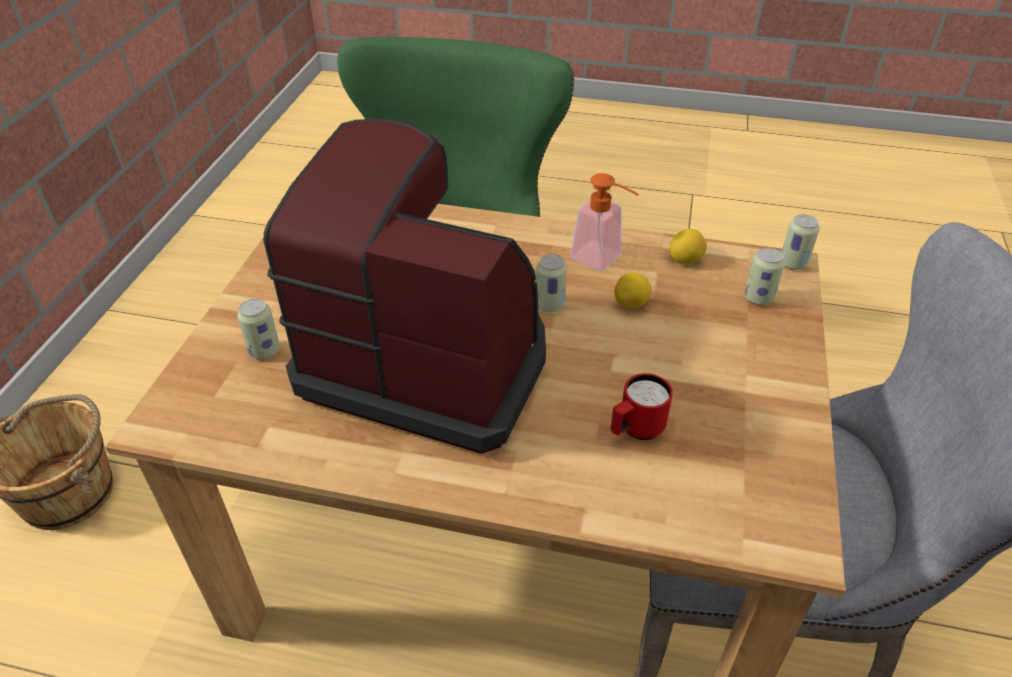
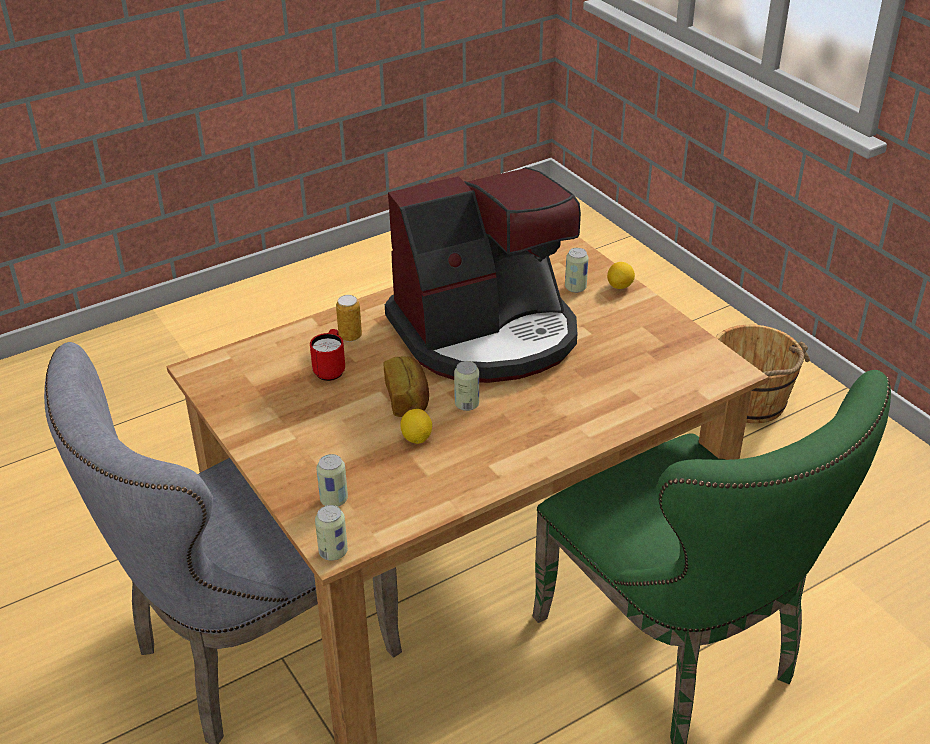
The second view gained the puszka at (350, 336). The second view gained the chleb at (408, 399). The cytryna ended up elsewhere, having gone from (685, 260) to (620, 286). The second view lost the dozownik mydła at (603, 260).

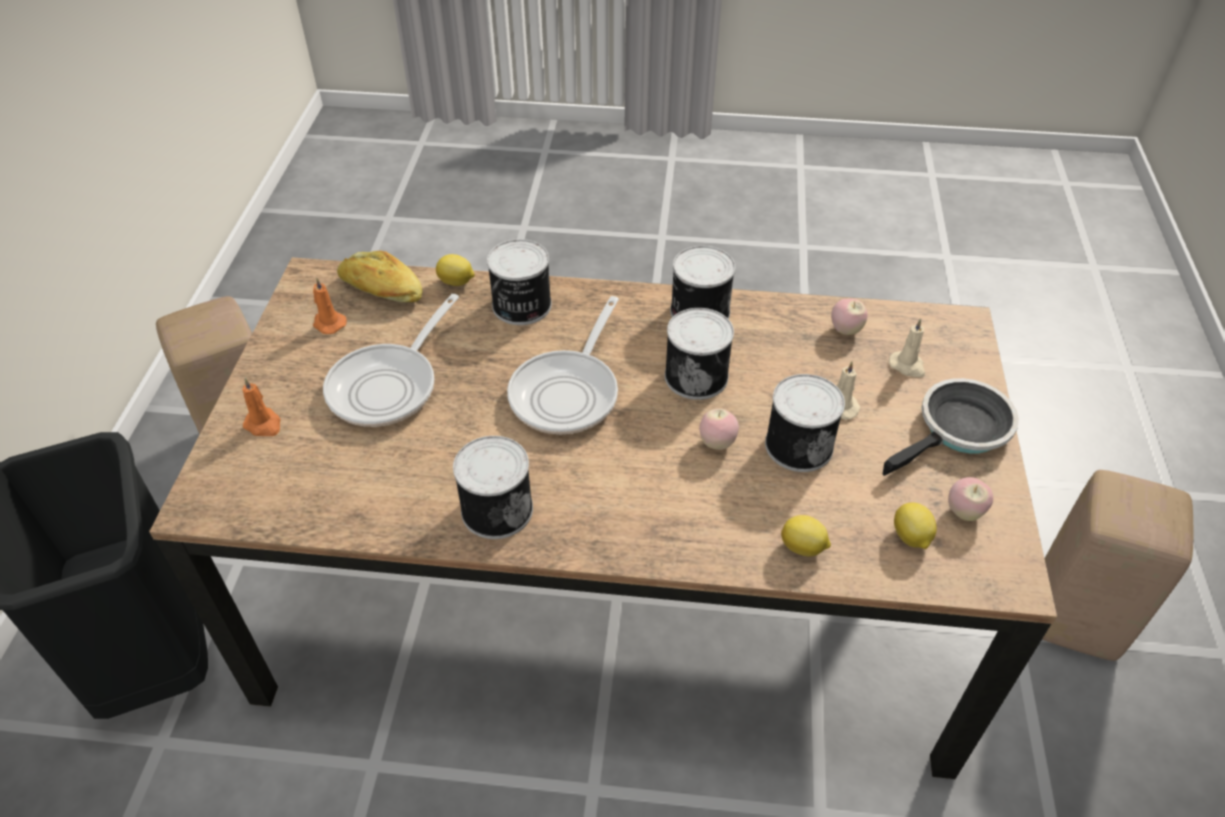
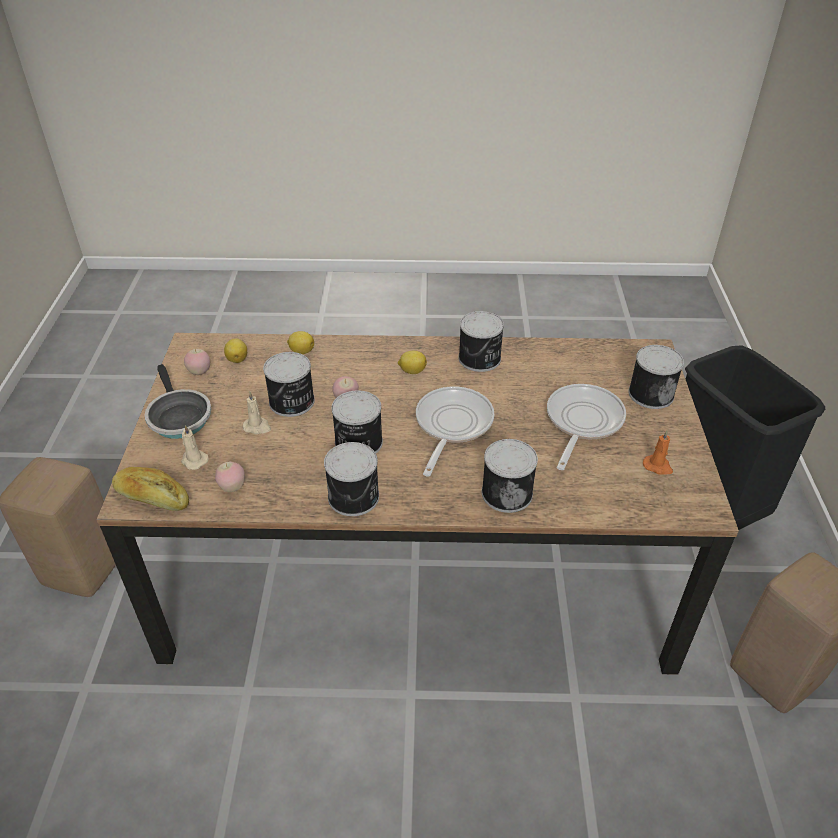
The chleb ended up elsewhere, having gone from (381, 290) to (152, 497). The patelnia at (959, 430) ended up facing another way, 75 degrees counterclockwise from before. The cytryna ended up elsewhere, having gone from (457, 282) to (412, 371). Where the świeca/pomarańczowy stood at (264, 425), the puszka came to stand at (650, 393).

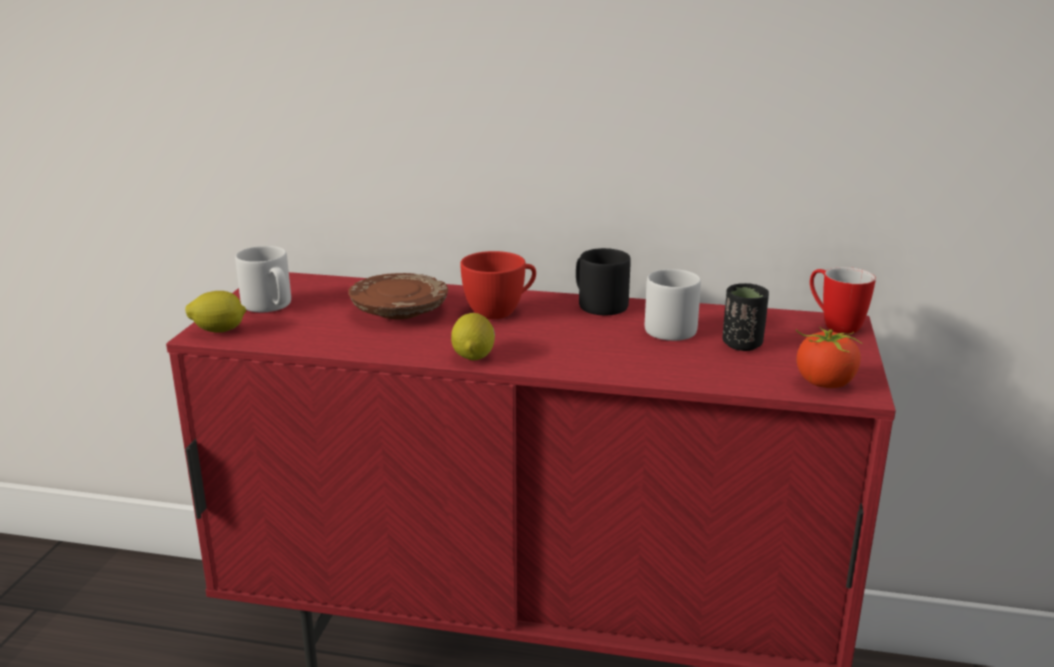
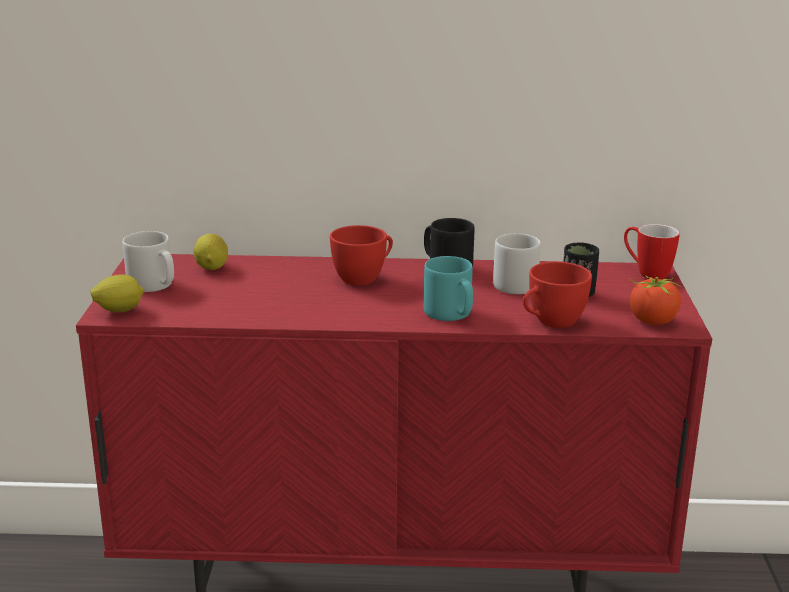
The cytryna ended up elsewhere, having gone from (473, 356) to (212, 267). The second view gained the kubek/turkusowy at (451, 314). The second view gained the filiżanka/czerwony at (551, 322). The second view lost the talerz/brązowy at (399, 311).

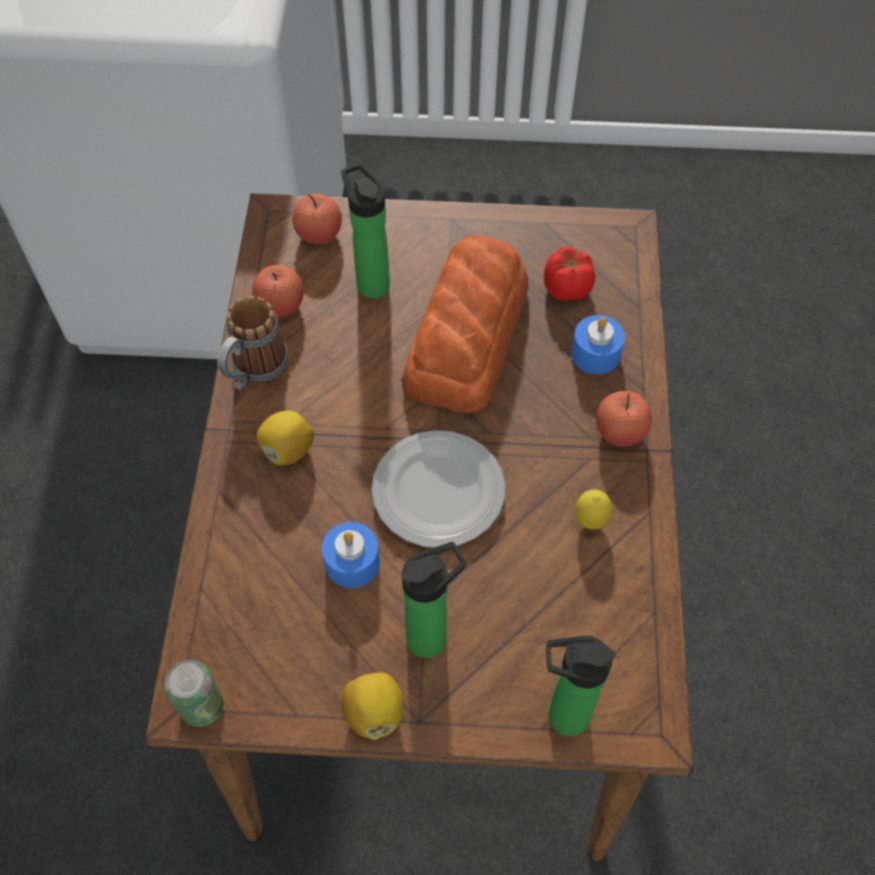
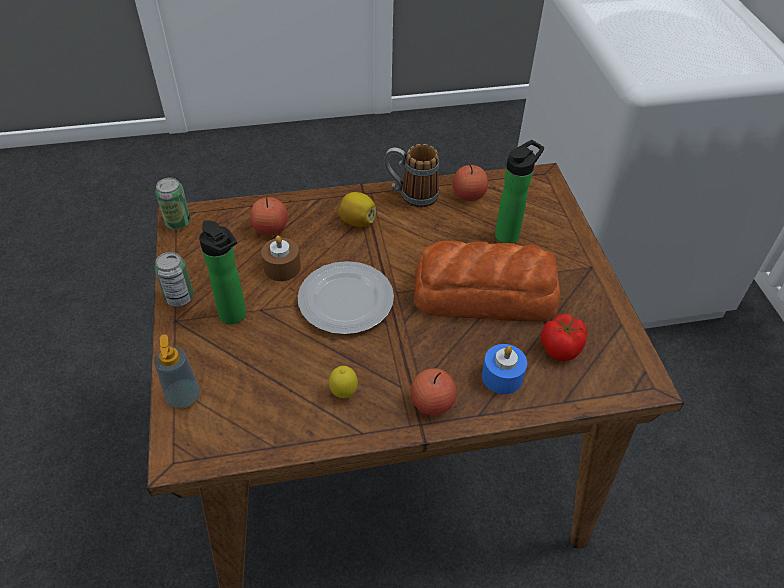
Where the butelka stood at (561, 716), the dozownik mydła came to stand at (184, 397). Where the cytryna stood at (374, 712), the puszka came to stand at (179, 297). The jabłko ended up elsewhere, having gone from (319, 234) to (270, 228). What was the świeca/niebieski at (352, 562) turned into the świeca/brązowy at (282, 267).

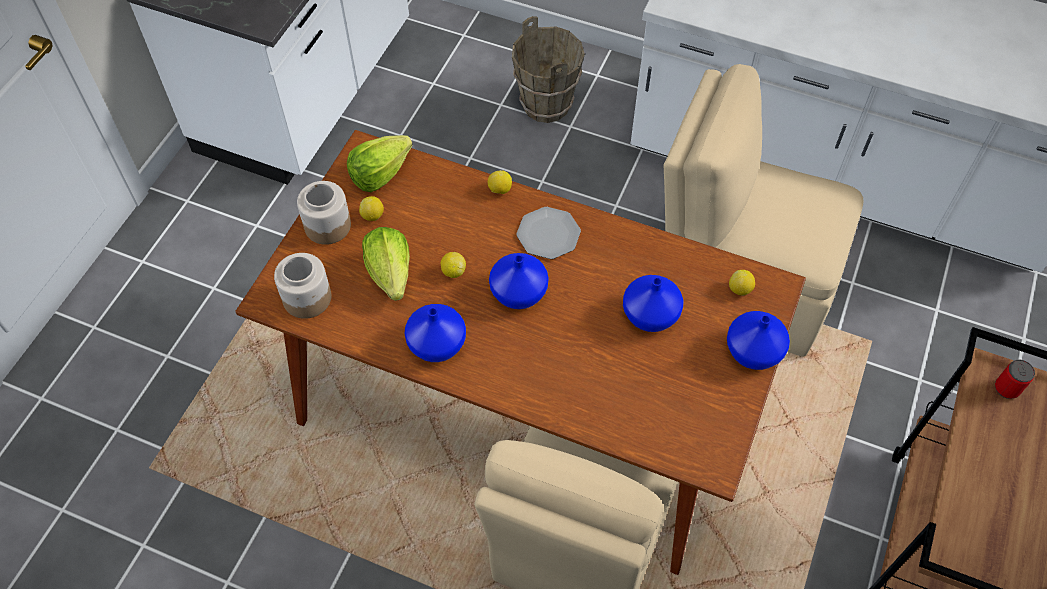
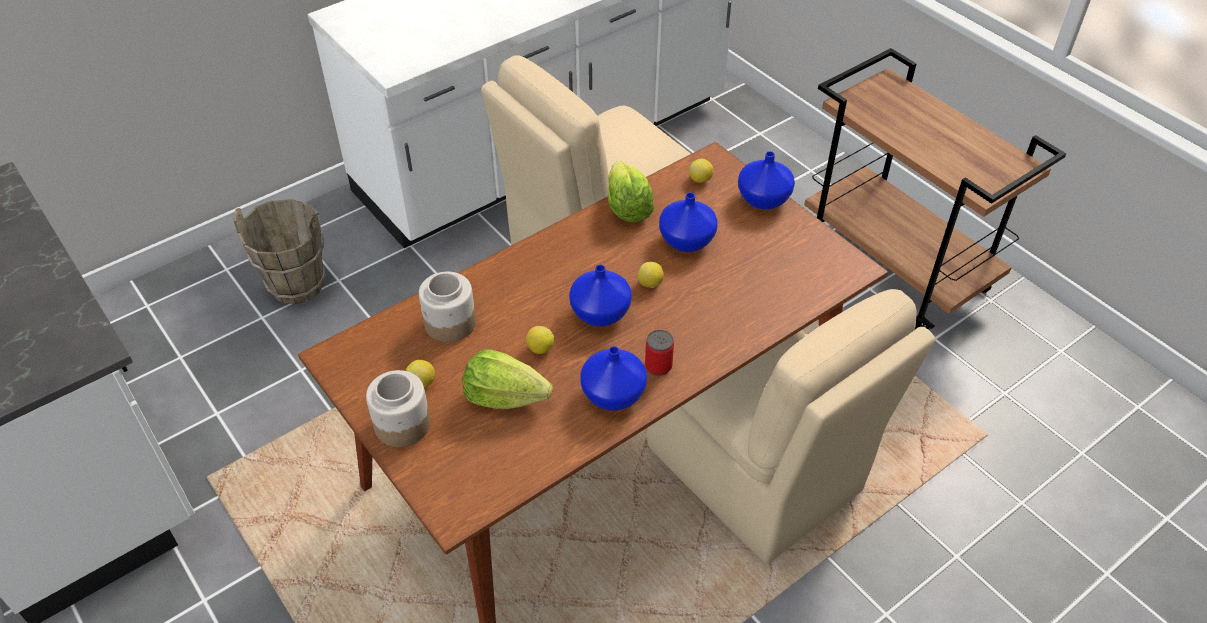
The słoik ended up elsewhere, having gone from (306, 298) to (450, 324). The sałata ended up elsewhere, having gone from (380, 174) to (627, 207). The cytryna ended up elsewhere, having gone from (499, 190) to (650, 284). The puszka ended up elsewhere, having gone from (1006, 388) to (658, 366). The second view lost the talerz at (549, 234).

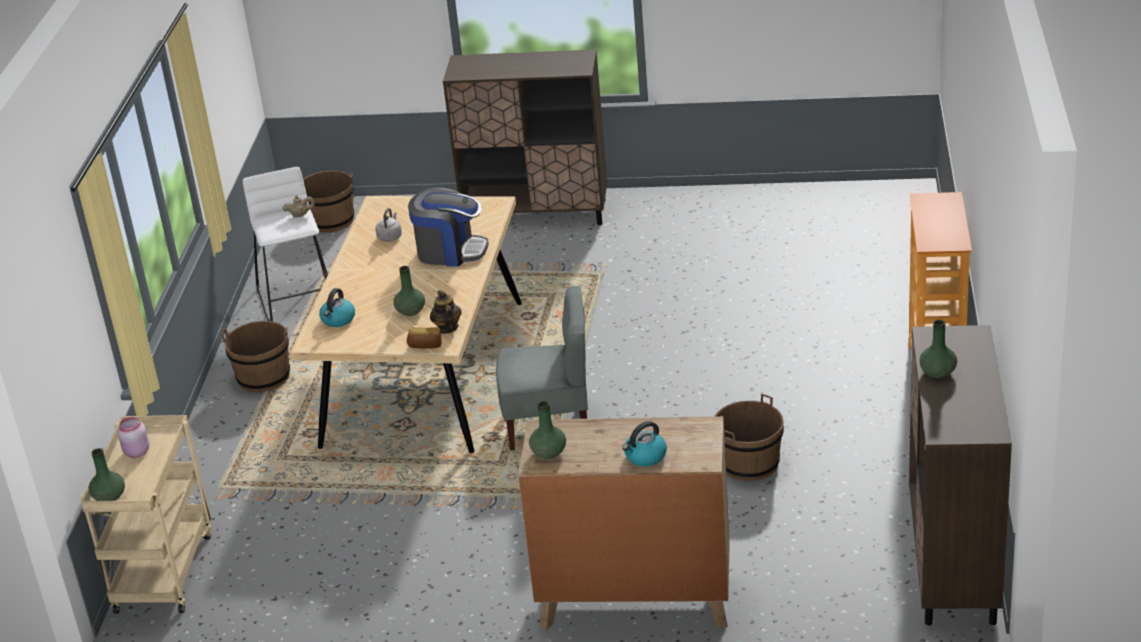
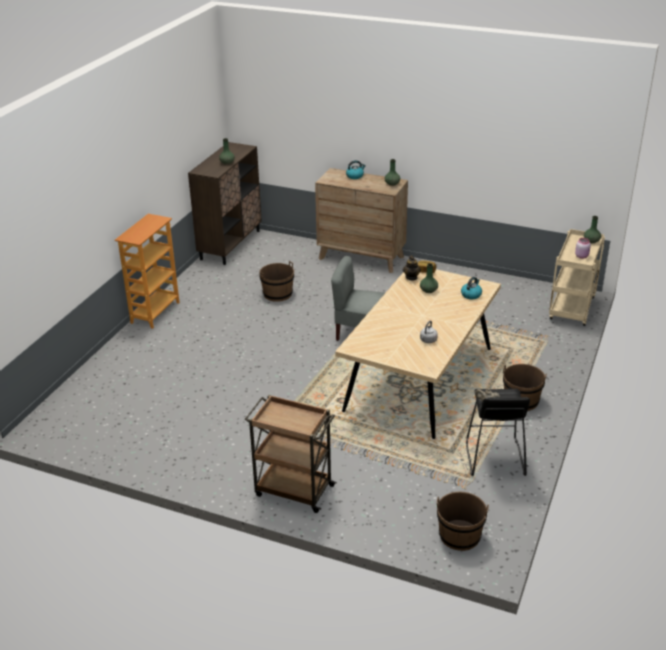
Where the szafka/brązowy stood at (536, 214), the wózek/brązowy came to stand at (293, 490). What was the stołek/biały at (298, 299) turned into the stołek/czarny at (494, 458). The second view lost the ekspres do kawy at (450, 251).

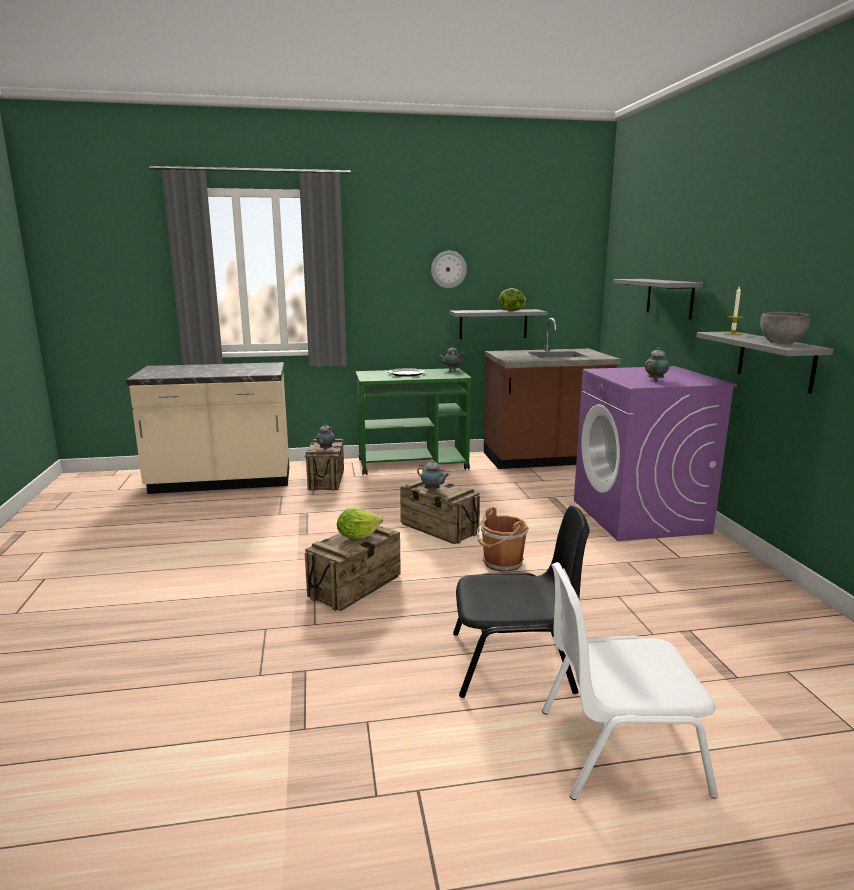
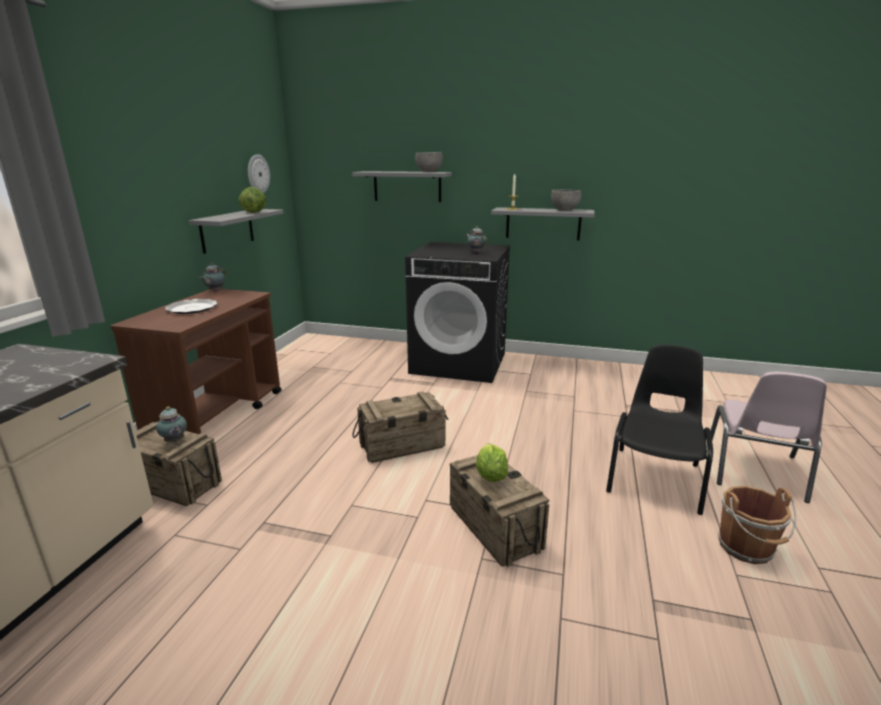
What was the wózek/zielony at (413, 464) turned into the wózek/brązowy at (218, 415). The zegar ścienny ended up elsewhere, having gone from (448, 269) to (257, 174). What was the pralka/fioletowy at (640, 516) turned into the pralka/czarny at (459, 363). The second view gained the miska/szary at (429, 172). What was the krzesło/biały at (617, 749) turned into the krzesło/różowy at (754, 471). The wiadro/brązowy ended up elsewhere, having gone from (501, 563) to (747, 548). The second view lost the imbryk at (433, 490). The second view lost the zabudowa kuchenna/brązowy at (544, 459).

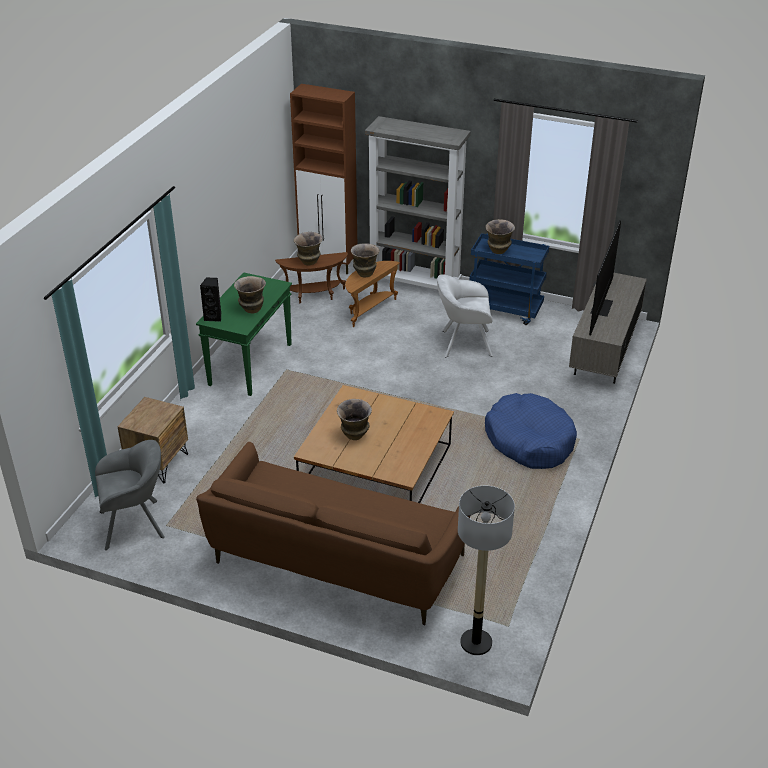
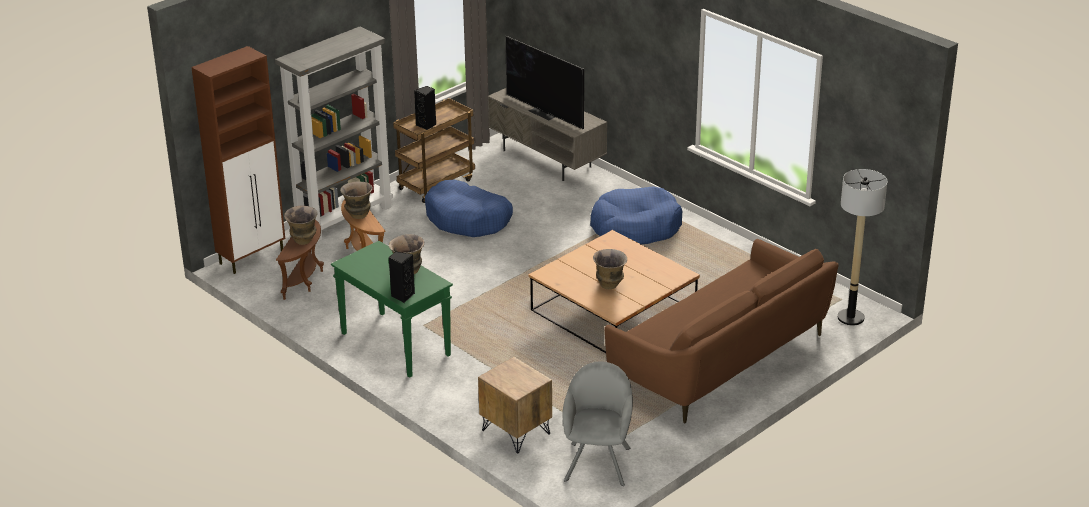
What was the wózek/niebieski at (506, 310) turned into the wózek/brązowy at (436, 184). Where the wazon stood at (498, 251), the głośnik/czarny came to stand at (427, 125). Where the fotel/biały stood at (463, 343), the legowisko/niebieski came to stand at (468, 219).

